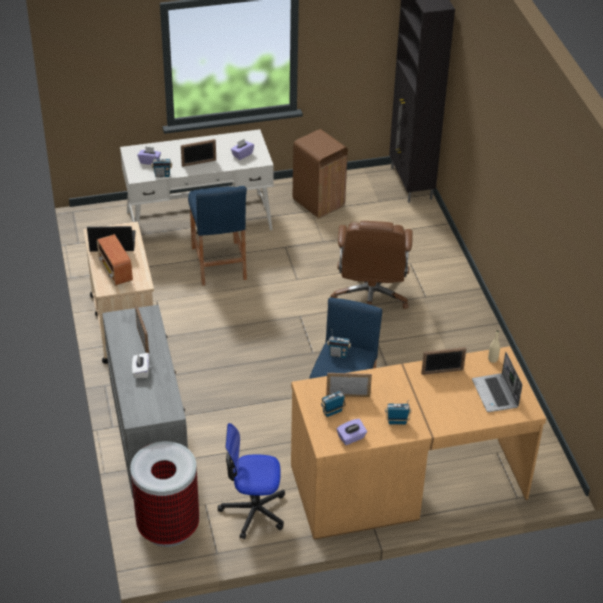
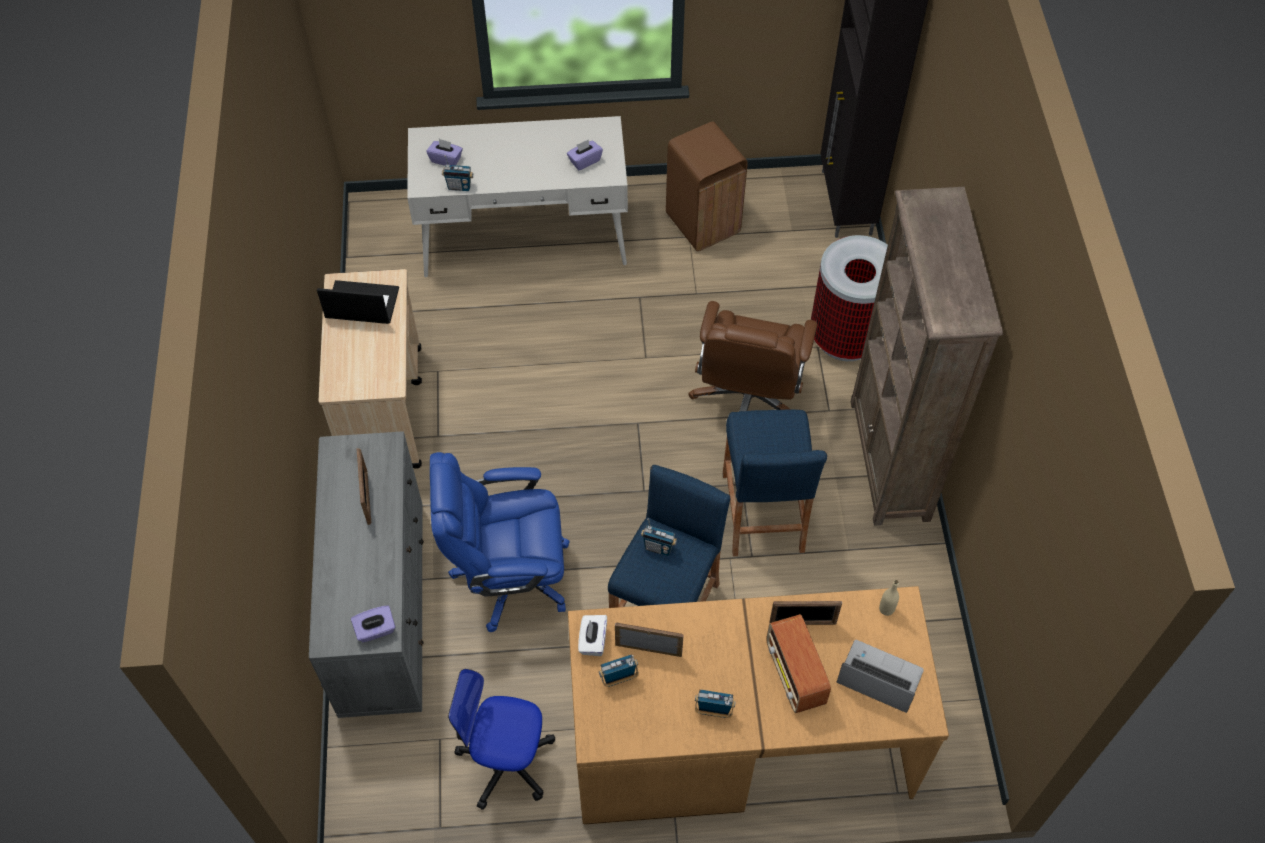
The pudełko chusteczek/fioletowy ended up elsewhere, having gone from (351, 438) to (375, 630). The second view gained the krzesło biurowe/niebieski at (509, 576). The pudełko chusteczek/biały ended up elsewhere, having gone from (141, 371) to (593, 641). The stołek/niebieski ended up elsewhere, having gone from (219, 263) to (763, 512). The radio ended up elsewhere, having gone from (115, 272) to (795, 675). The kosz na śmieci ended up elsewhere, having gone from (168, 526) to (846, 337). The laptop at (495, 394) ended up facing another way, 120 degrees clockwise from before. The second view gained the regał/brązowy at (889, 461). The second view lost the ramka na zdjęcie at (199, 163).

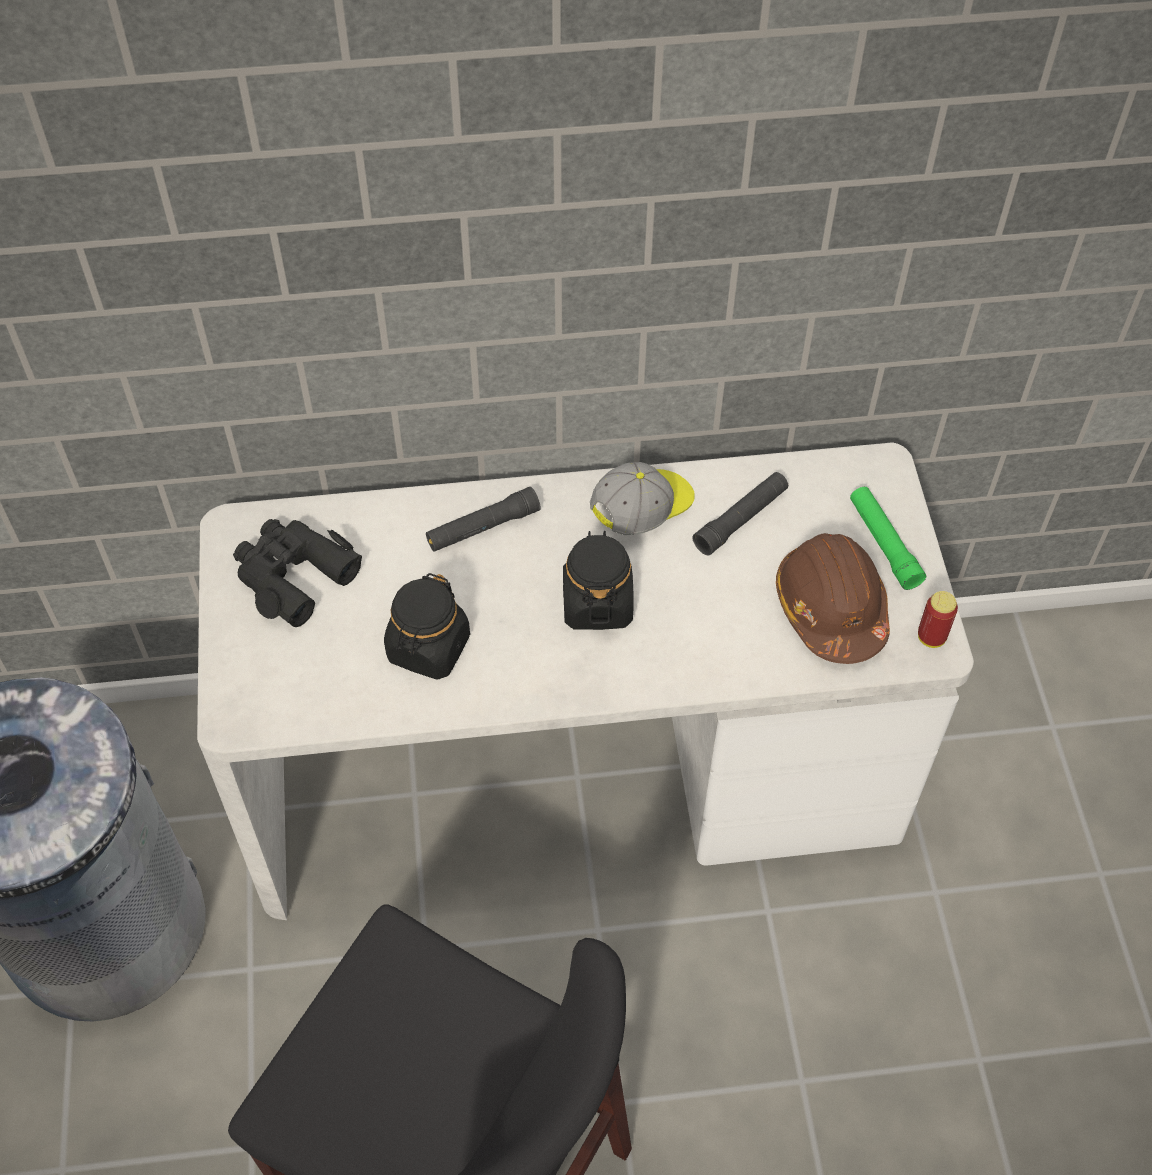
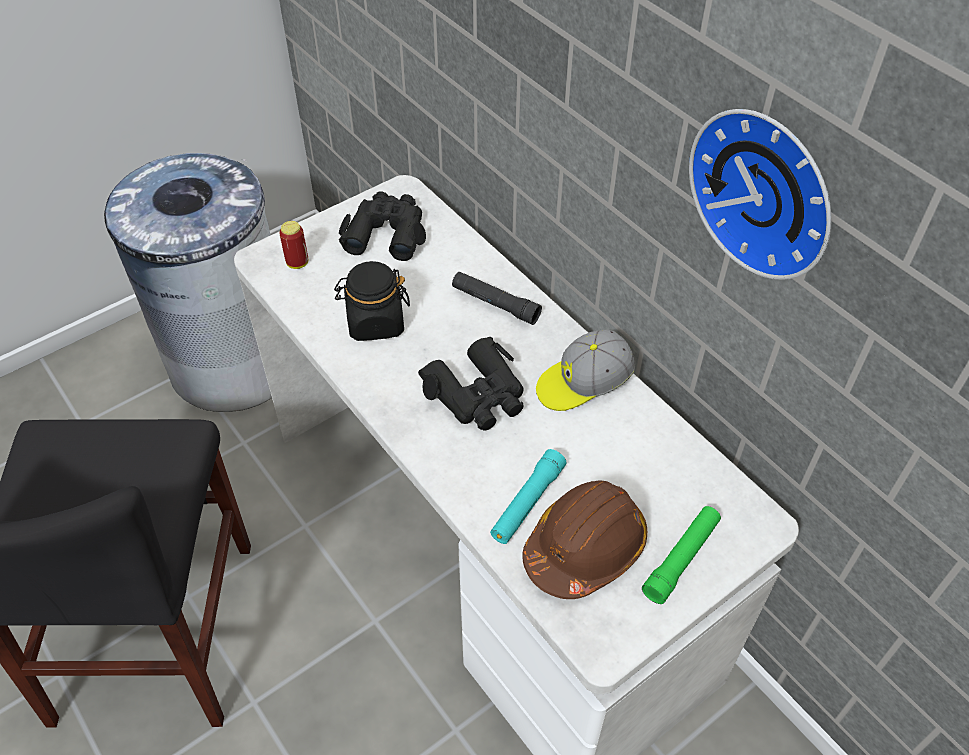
The puszka ended up elsewhere, having gone from (931, 637) to (297, 263). Where the słoik/czarny stood at (597, 603), the lornetka/czarny came to stand at (478, 395). The second view gained the latarka/turkusowy at (527, 503). The czapka z daszkiem at (643, 510) ended up facing another way, 135 degrees clockwise from before. The second view gained the zegar ścienny at (766, 190). The second view lost the latarka/czarny at (741, 519).

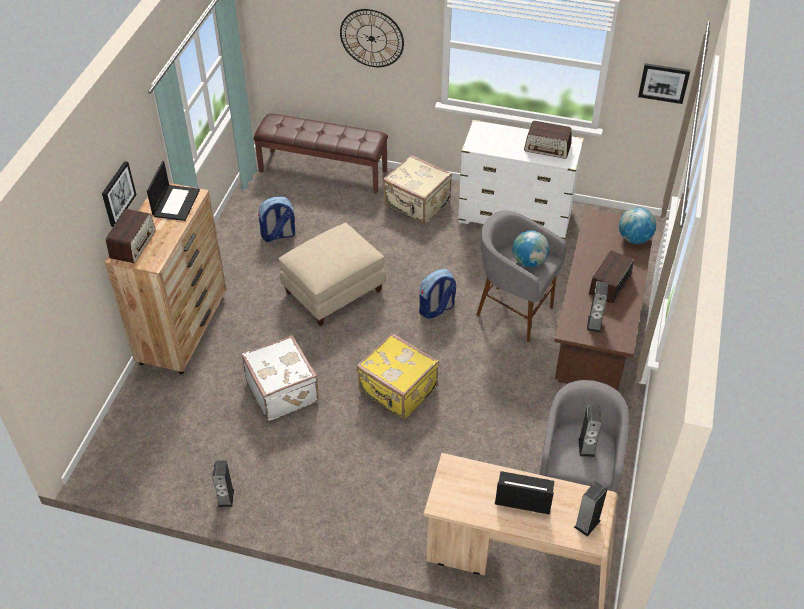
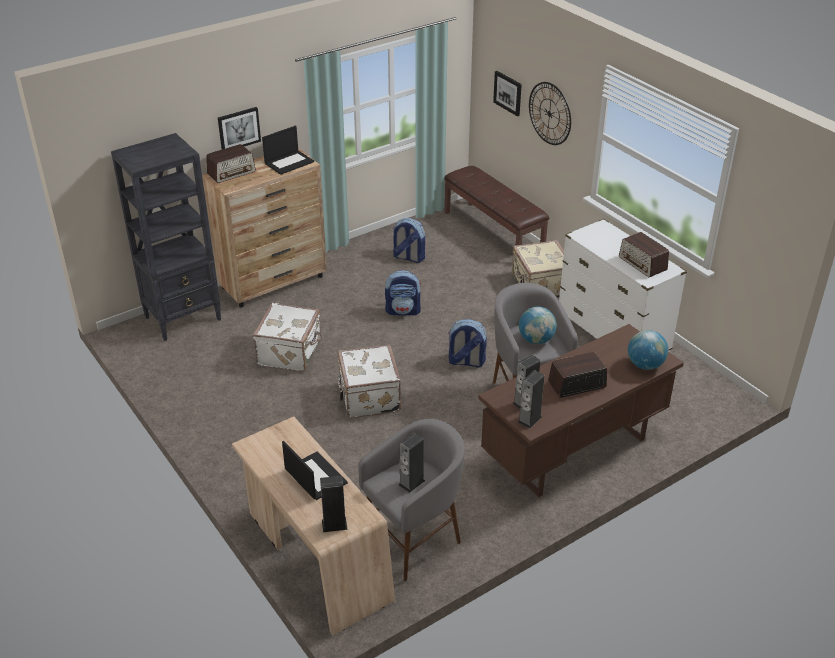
The second view gained the regał/czarny at (184, 318). What was the walizka/żółty at (397, 391) turned into the walizka/biały at (368, 397). Where the pufa/beżowy stood at (333, 291), the plecak came to stand at (403, 311). The obraz ended up elsewhere, having gone from (664, 82) to (508, 93). The głośnik ended up elsewhere, having gone from (226, 497) to (529, 419).

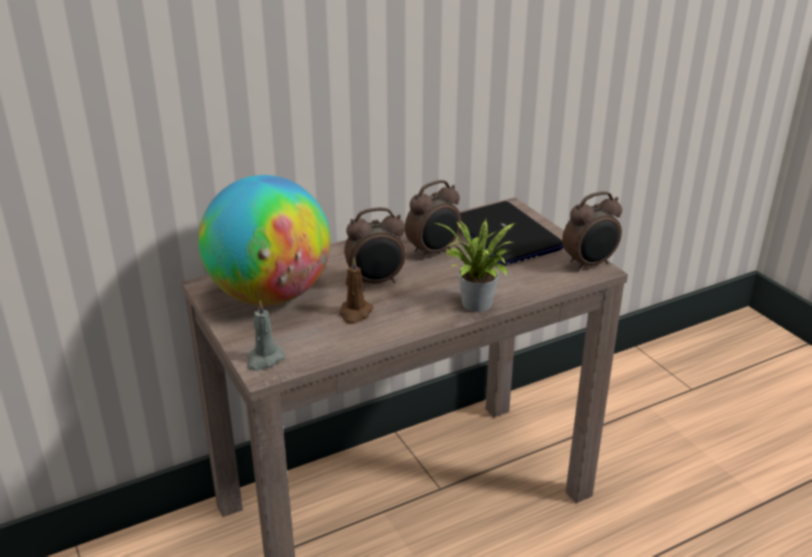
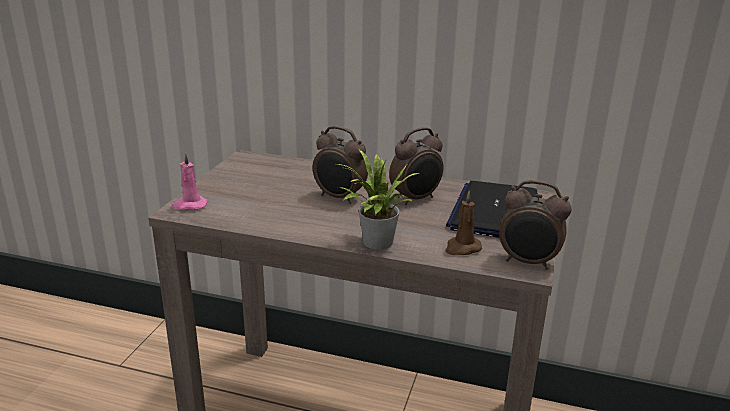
What was the świeca/szary at (264, 359) turned into the świeca/różowy at (189, 205). The budzik at (433, 252) ended up facing another way, 45 degrees counterclockwise from before. The świeca/brązowy ended up elsewhere, having gone from (355, 313) to (462, 248). The second view lost the globus at (270, 295).

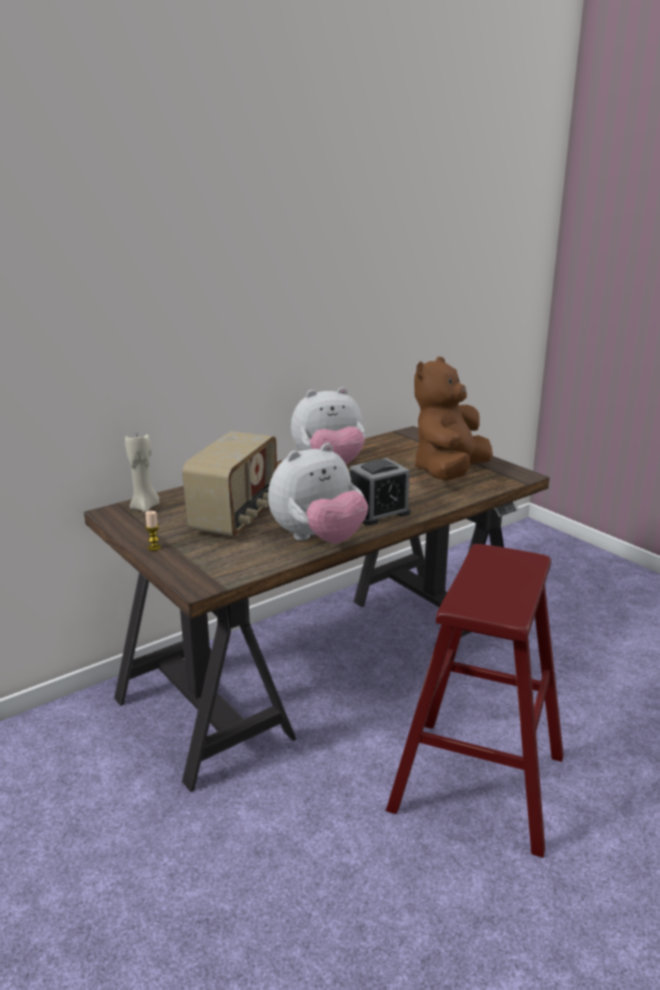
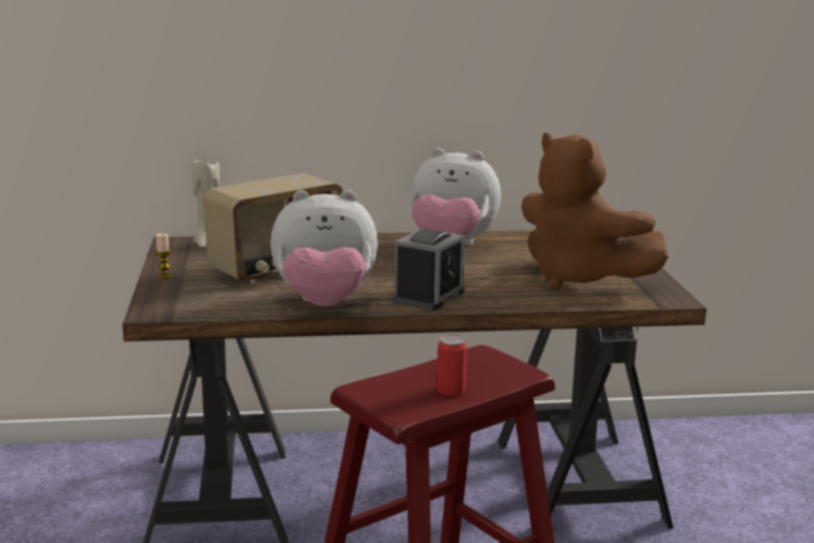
The budzik at (378, 513) ended up facing another way, 60 degrees counterclockwise from before. The second view gained the puszka at (451, 390). The pluszak/brązowy at (449, 473) ended up facing another way, 105 degrees counterclockwise from before.

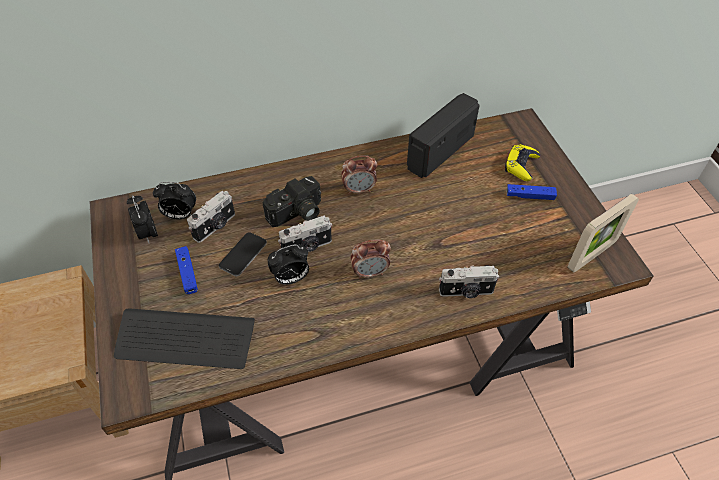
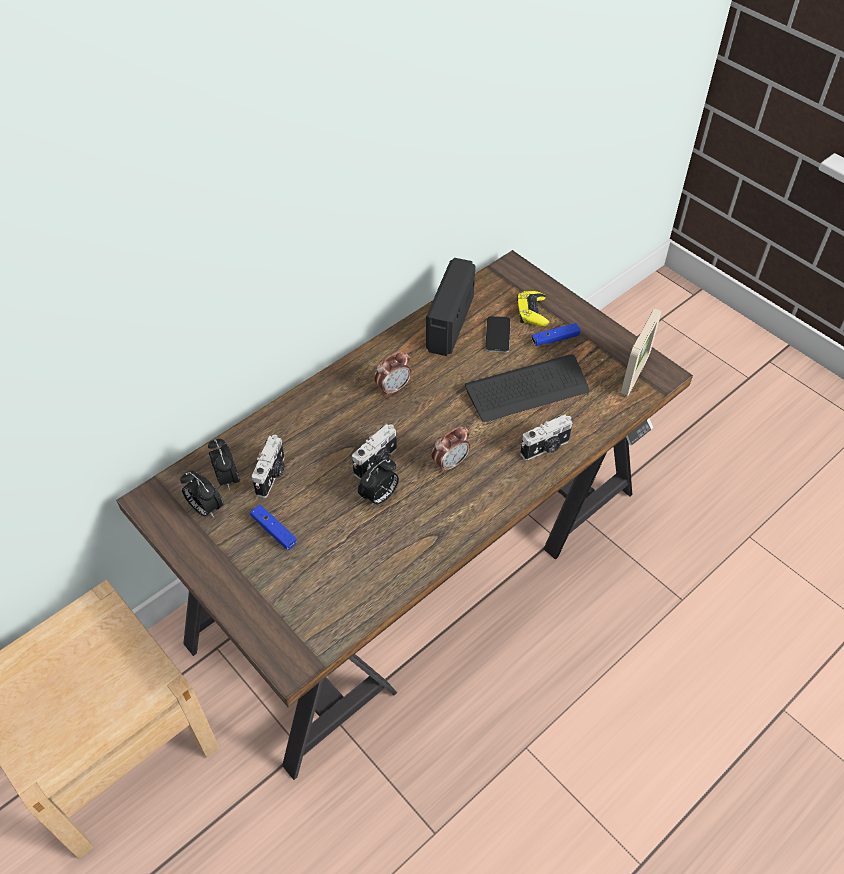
The budzik at (180, 215) ended up facing another way, 90 degrees clockwise from before. The klawiatura ended up elsewhere, having gone from (185, 340) to (527, 390). The telefon ended up elsewhere, having gone from (243, 255) to (497, 335). The second view lost the aparat fotograficzny at (297, 214).

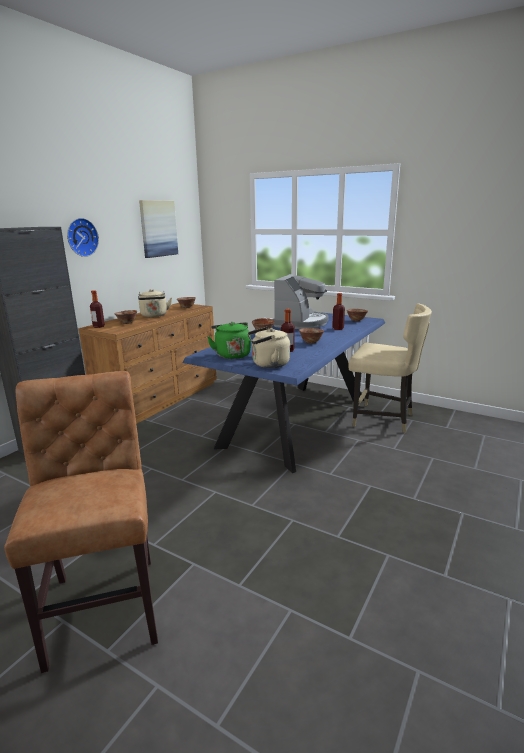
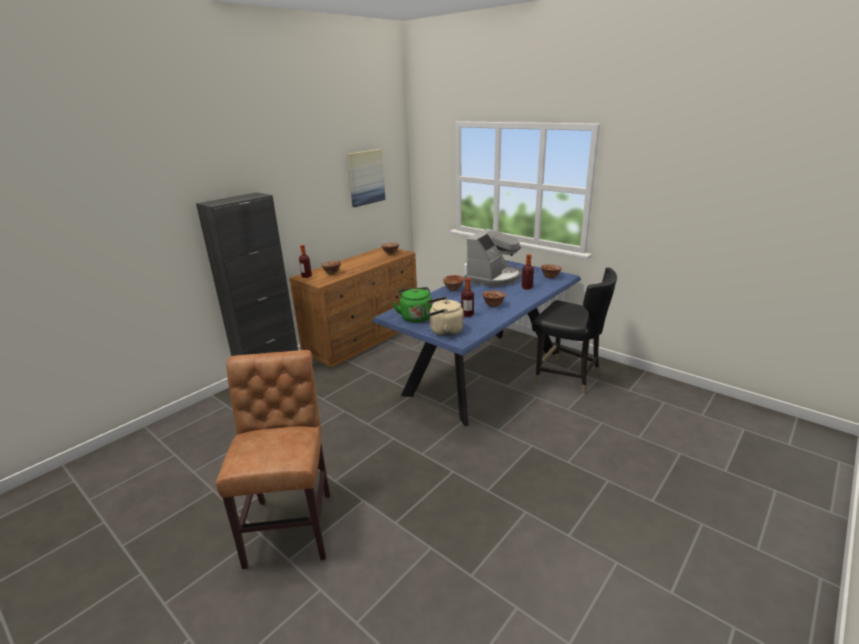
What was the krzesło/beżowy at (382, 419) turned into the krzesło/czarny at (567, 376). The second view lost the zegar ścienny at (81, 237). The second view lost the czajnik/beżowy at (154, 315).

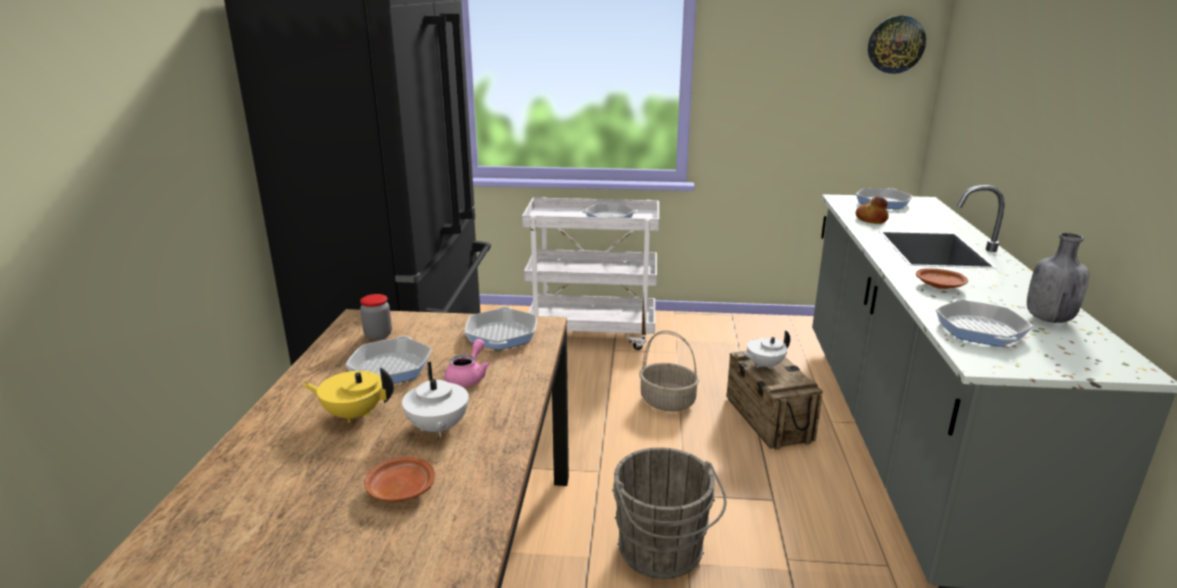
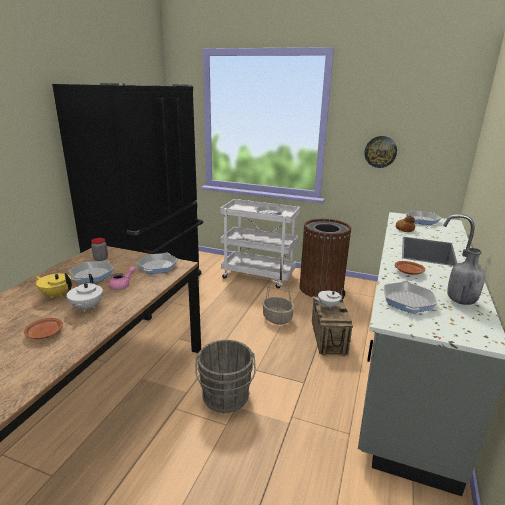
The second view gained the kosz na śmieci/brązowy at (321, 288). The zegar ścienny ended up elsewhere, having gone from (896, 44) to (380, 151).

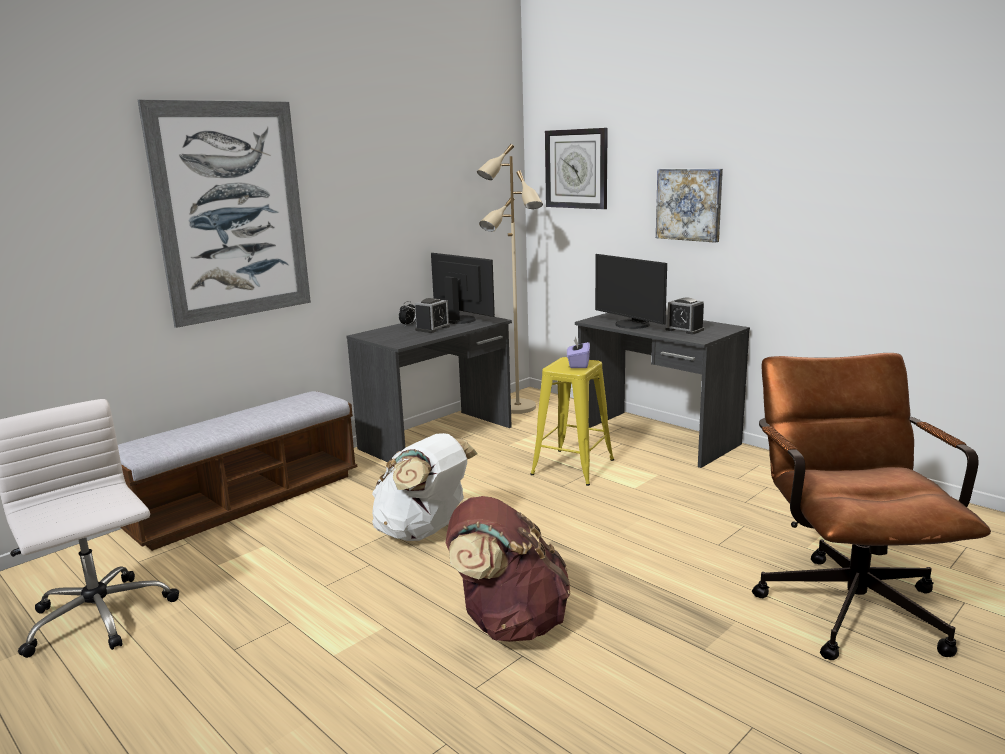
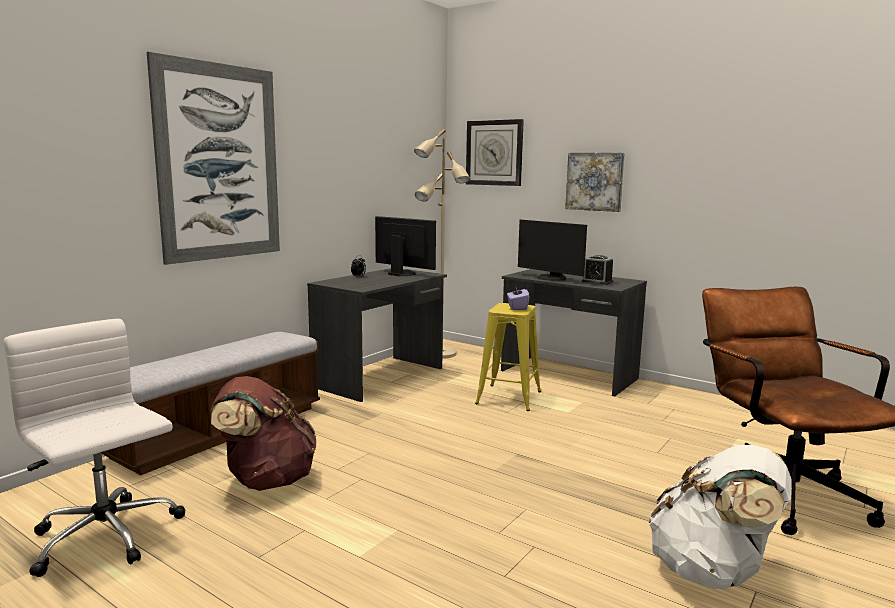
The plecak/brązowy ended up elsewhere, having gone from (508, 622) to (266, 480). The plecak/biały ended up elsewhere, having gone from (424, 532) to (712, 572). The second view lost the budzik at (432, 328).

